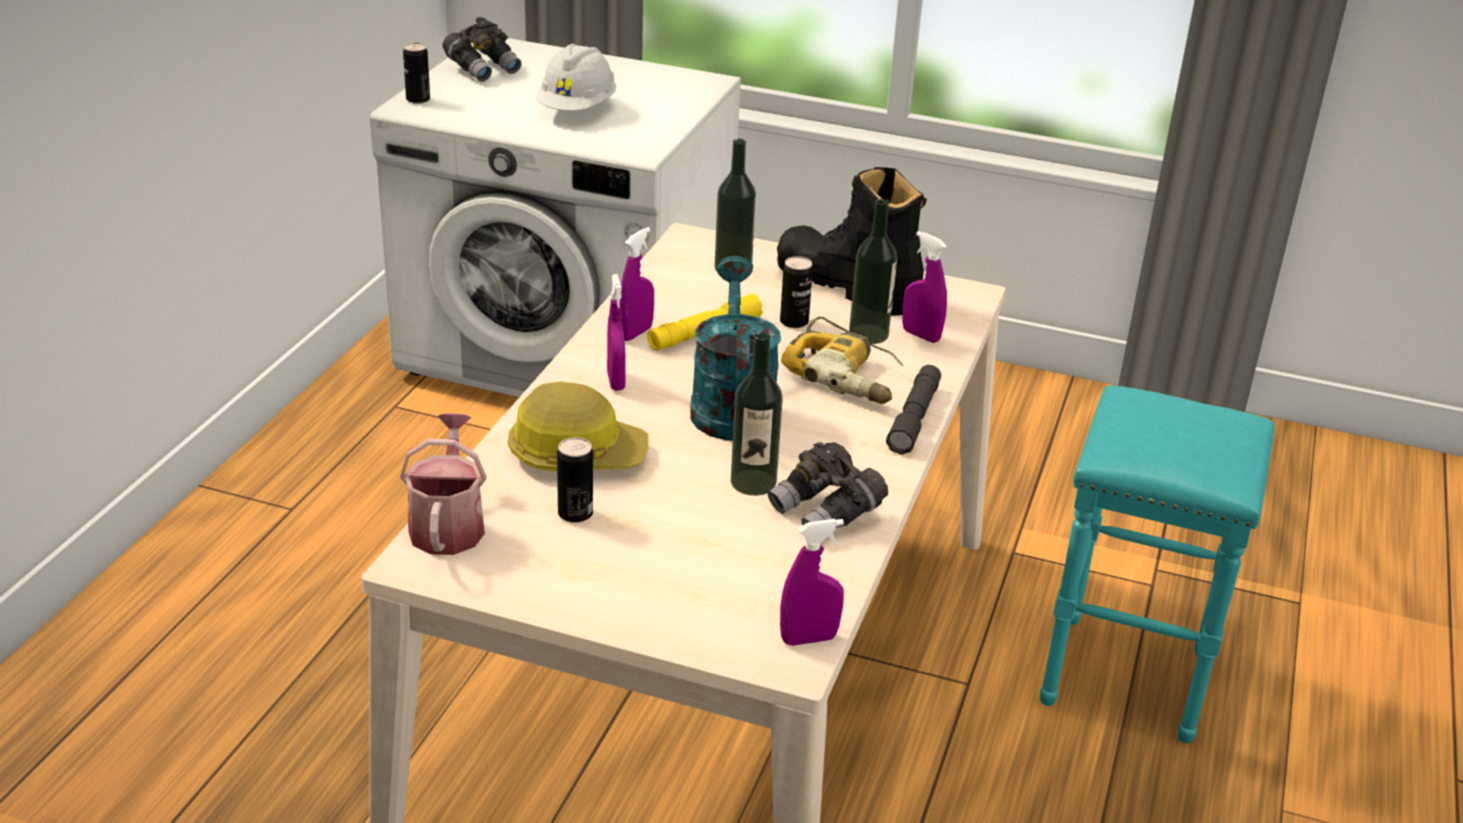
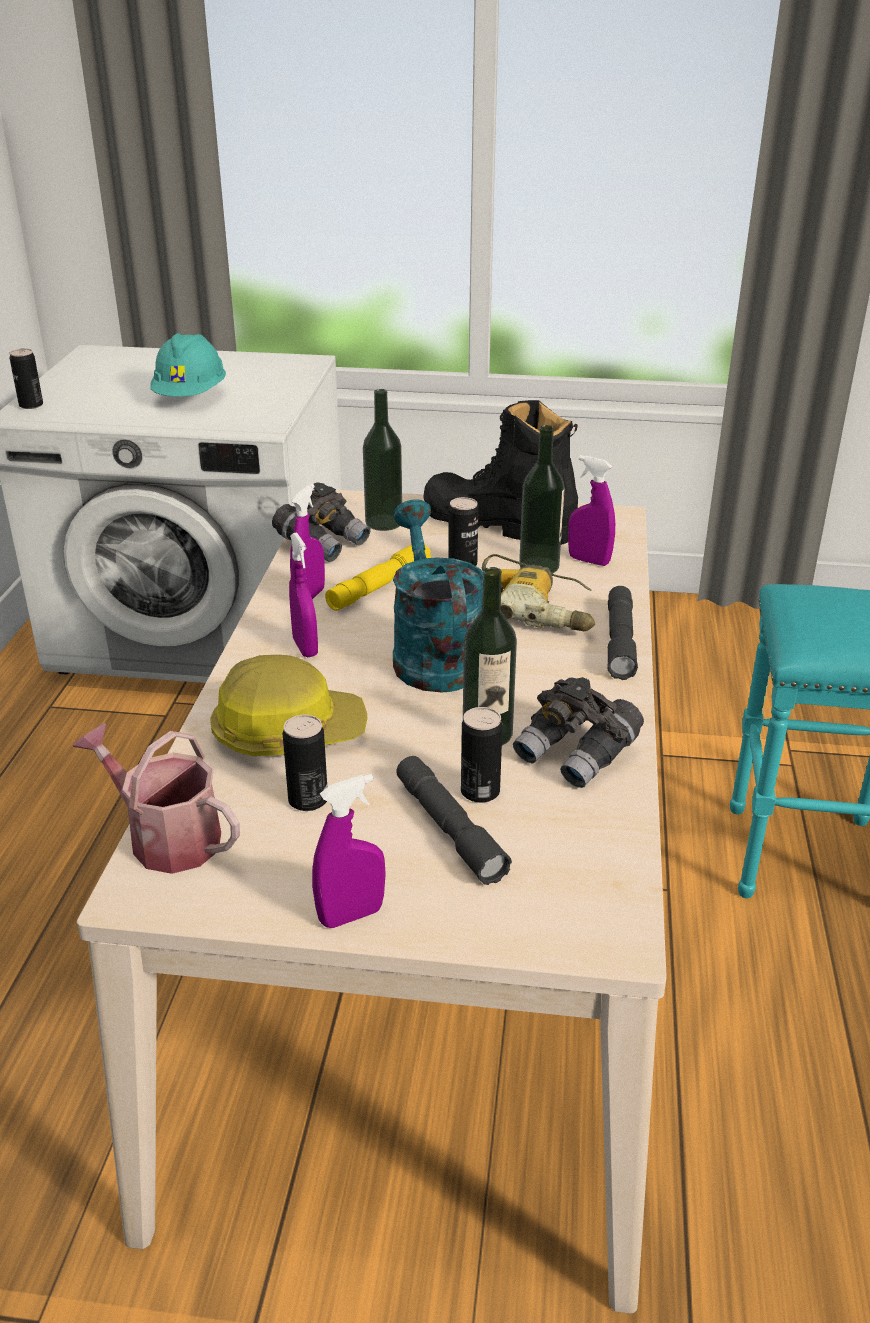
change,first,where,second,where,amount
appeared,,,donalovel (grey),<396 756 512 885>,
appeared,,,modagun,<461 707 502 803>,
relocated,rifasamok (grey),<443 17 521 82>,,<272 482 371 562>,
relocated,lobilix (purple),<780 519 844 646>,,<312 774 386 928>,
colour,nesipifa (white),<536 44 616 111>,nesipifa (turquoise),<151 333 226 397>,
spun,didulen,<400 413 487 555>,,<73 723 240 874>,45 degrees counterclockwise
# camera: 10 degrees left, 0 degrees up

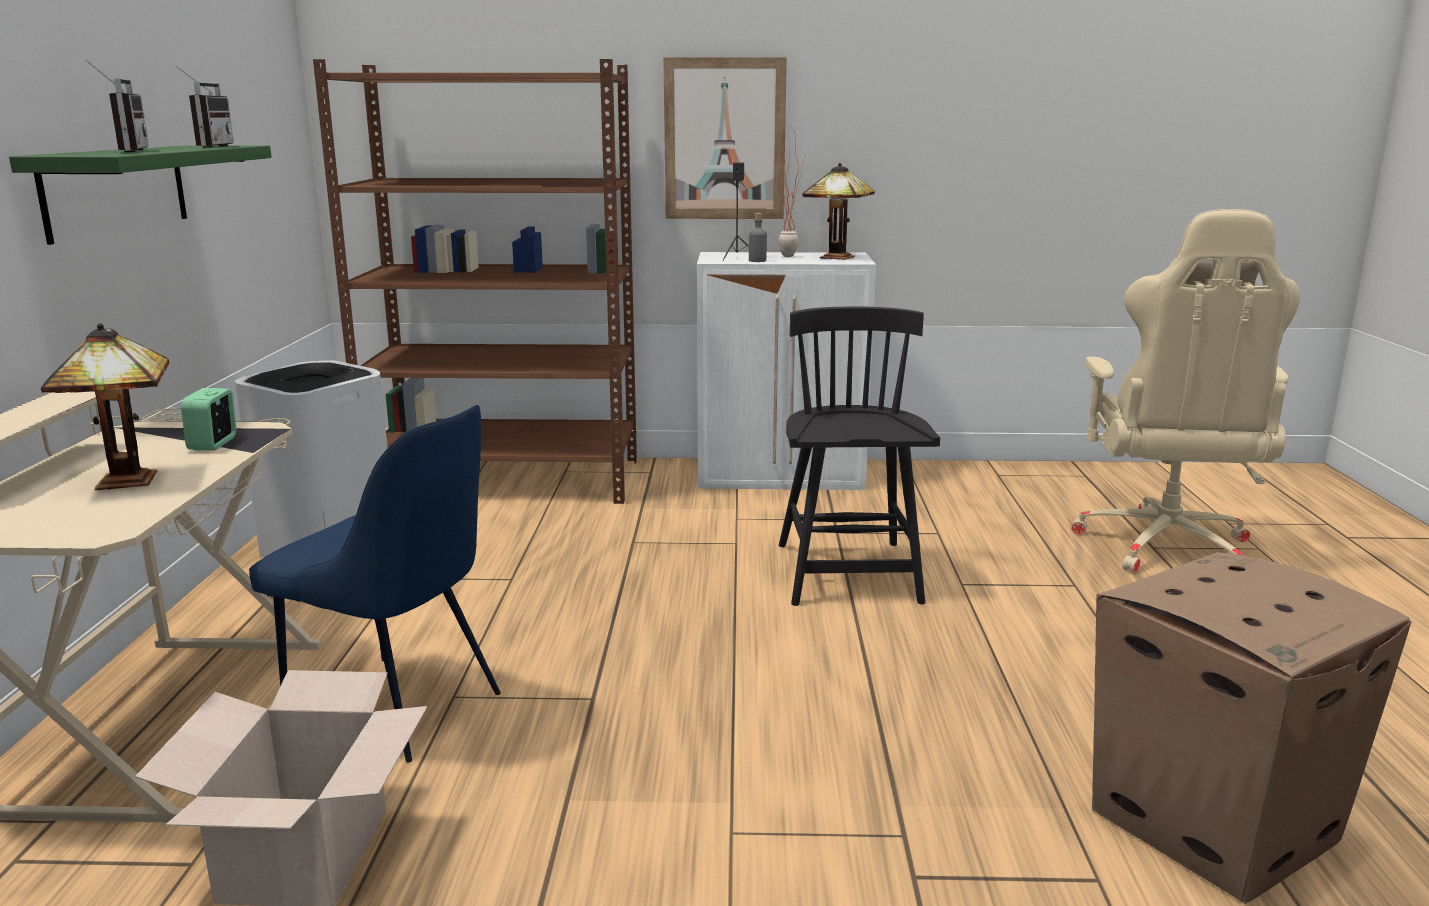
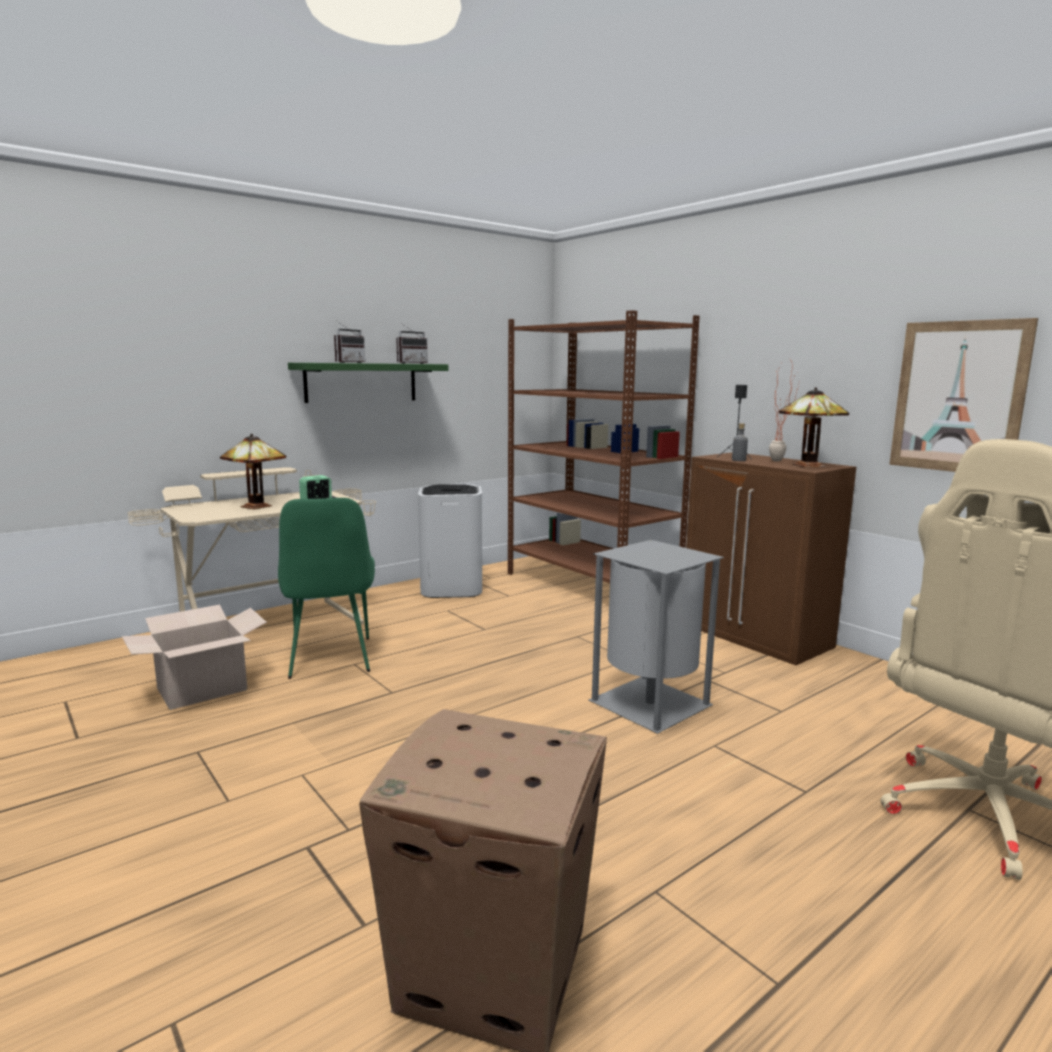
change,first,where,second,where,amount
relocated,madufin,<663 57 787 219>,,<889 318 1038 472>,
exchanged,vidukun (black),<779 307 940 606>,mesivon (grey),<588 540 724 734>,
colour,vidukun (blue),<249 405 501 762>,vidukun (green),<278 498 375 679>,
colour,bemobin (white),<697 252 876 490>,bemobin (brown),<686 453 856 665>,
# camera: 50 degrees right, 5 degrees down

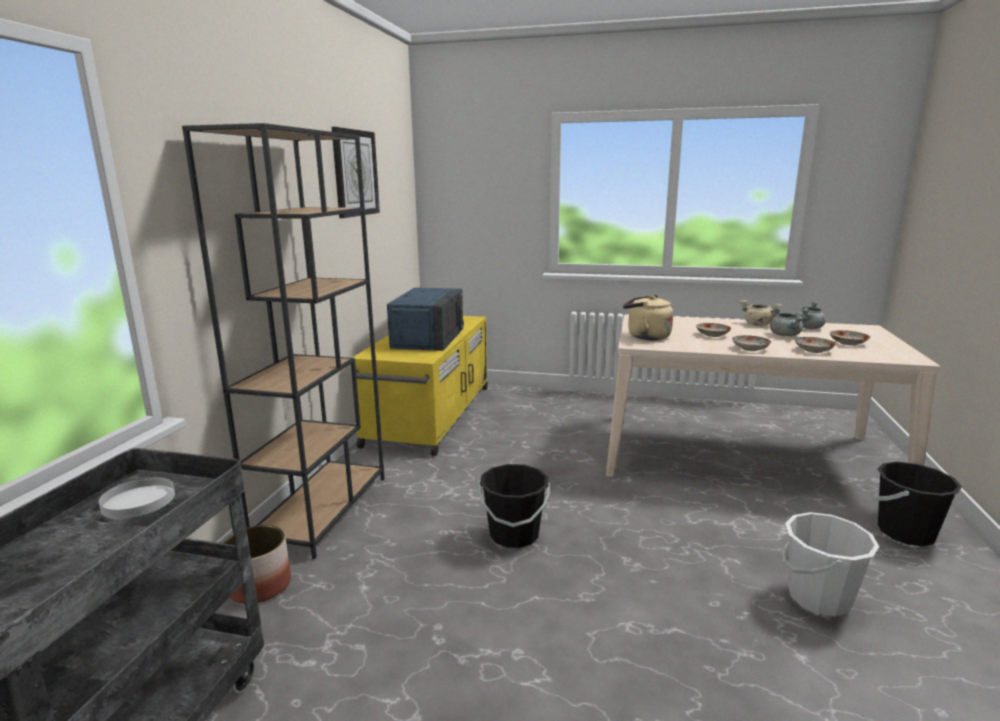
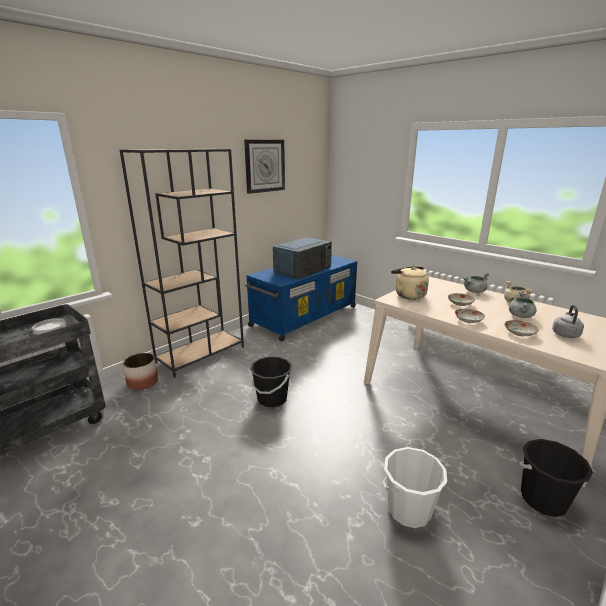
change,first,where,second,where,amount
relocated,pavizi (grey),<795 301 826 329>,,<463 273 489 293>,
exchanged,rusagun,<830 330 870 346>,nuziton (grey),<552 305 584 338>,
colour,bemobin (yellow),<352 316 488 456>,bemobin (blue),<245 255 357 342>,
# camera: 30 degrees right, 5 degrees up

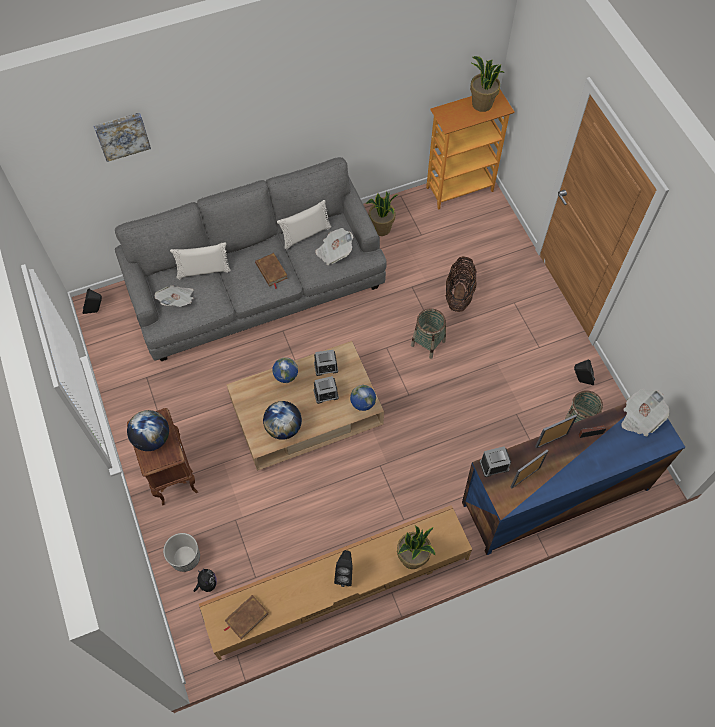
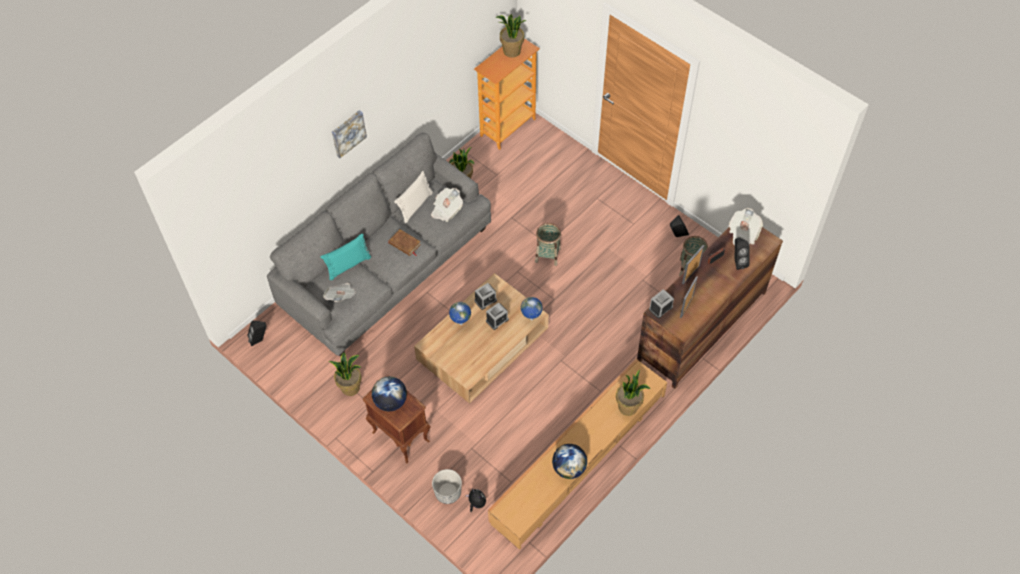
change,first,where,second,where,amount
missing,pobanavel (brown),<224 595 268 639>,,,
missing,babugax,<445 256 477 312>,,,
appeared,,,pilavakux,<329 352 362 396>,
relocated,madufin,<94 113 151 162>,,<332 110 367 158>,
relocated,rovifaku,<263 401 302 440>,,<552 444 587 479>,
relocated,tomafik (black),<334 550 352 587>,,<735 237 750 270>,
colour,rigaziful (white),<170 242 231 280>,rigaziful (turquoise),<320 234 371 280>,
colour,bemobin (blue),<462 403 685 555>,bemobin (brown),<637 227 783 389>,
# camera: 25 degrees left, 5 degrees down

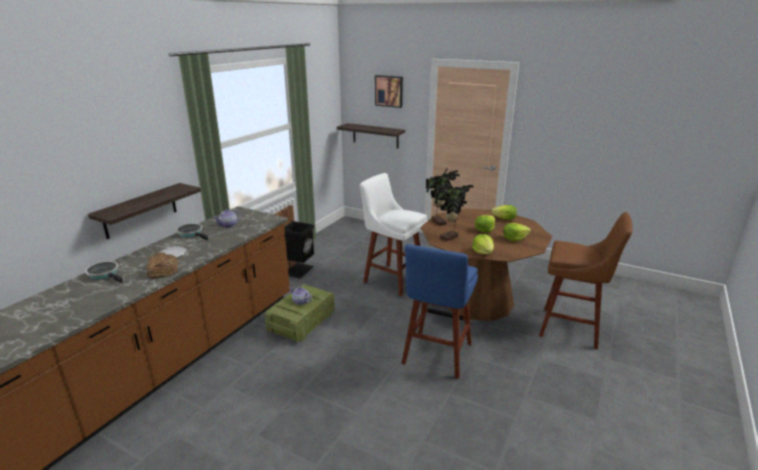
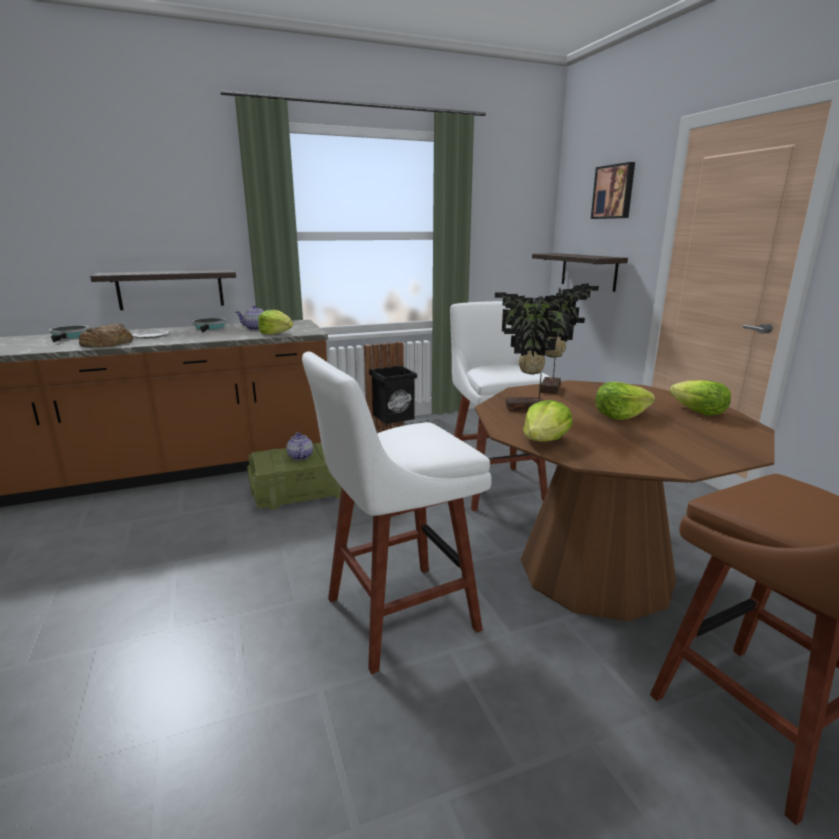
change,first,where,second,where,amount
relocated,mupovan,<503 223 531 241>,,<258 310 293 335>,
colour,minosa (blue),<401 244 478 379>,minosa (white),<302 352 492 674>,
# camera: 40 degrees right, 5 degrees down

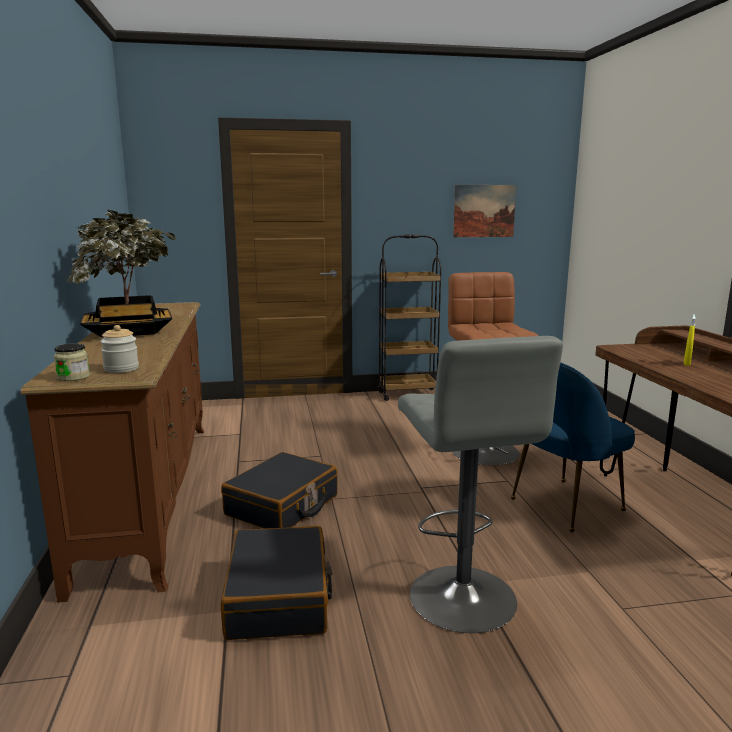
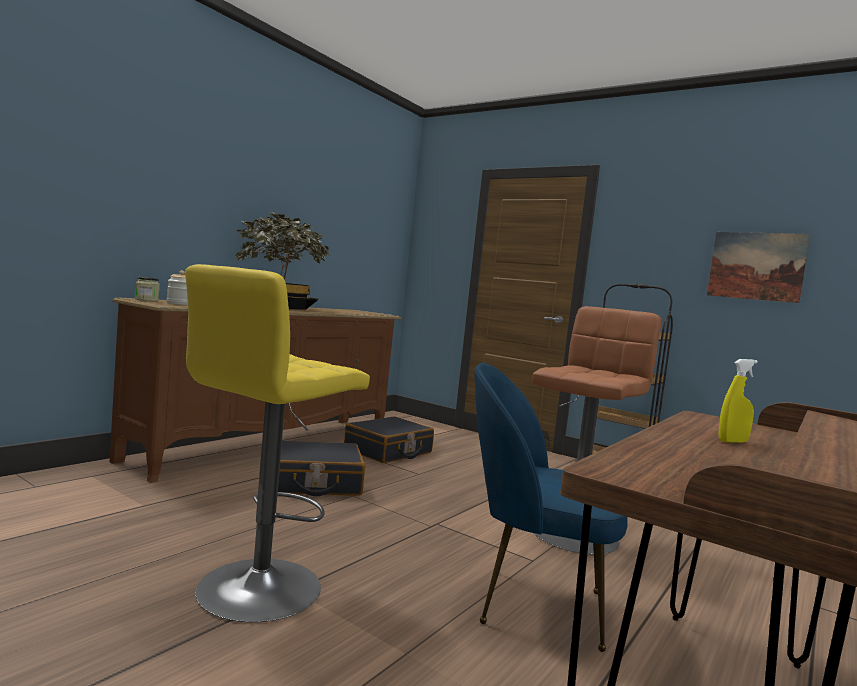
change,first,where,second,where,amount
relocated,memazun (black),<221 526 333 640>,,<344 416 434 463>,
colour,minosa (grey),<398 336 563 633>,minosa (yellow),<185 264 370 622>,
# camera: 45 degrees right, 10 degrees down

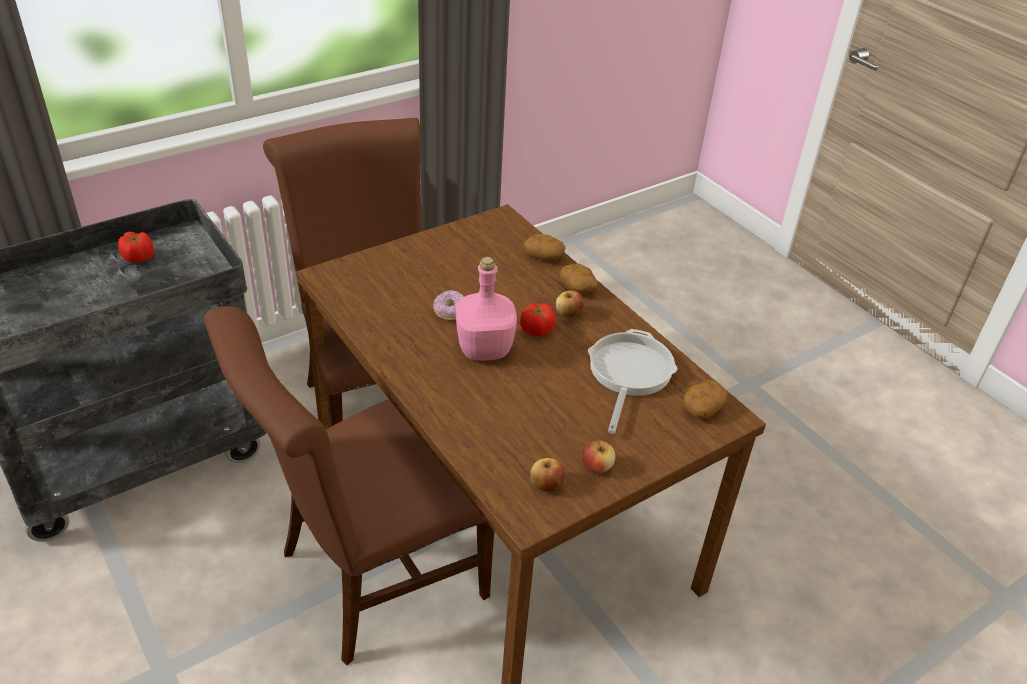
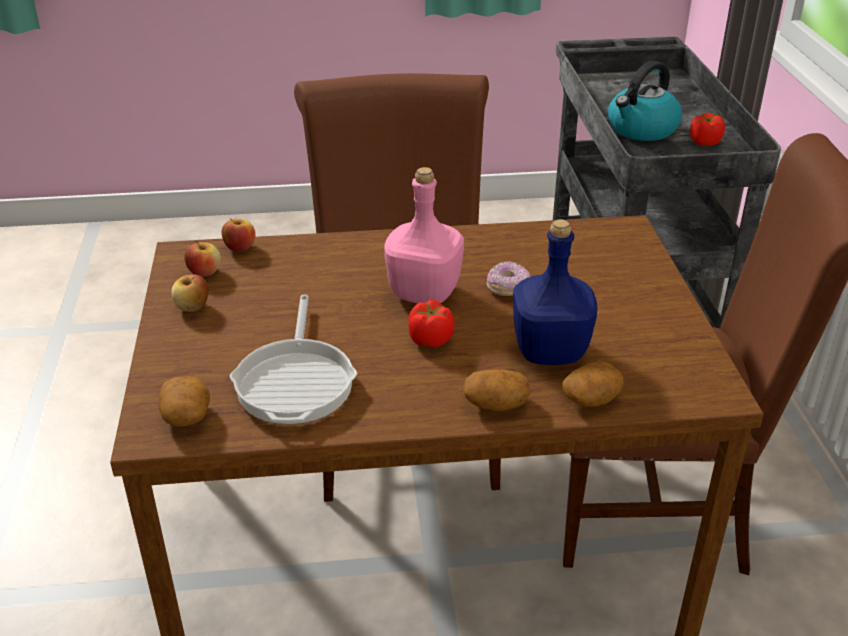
change,first,where,second,where,amount
appeared,,,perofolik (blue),<513 219 597 365>,
appeared,,,nuziton,<608 61 682 141>,
relocated,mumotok,<556 291 584 318>,,<222 219 256 252>,
spun,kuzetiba,<588 329 678 434>,,<230 295 357 424>,45 degrees clockwise
# camera: 120 degrees right, 5 degrees down

